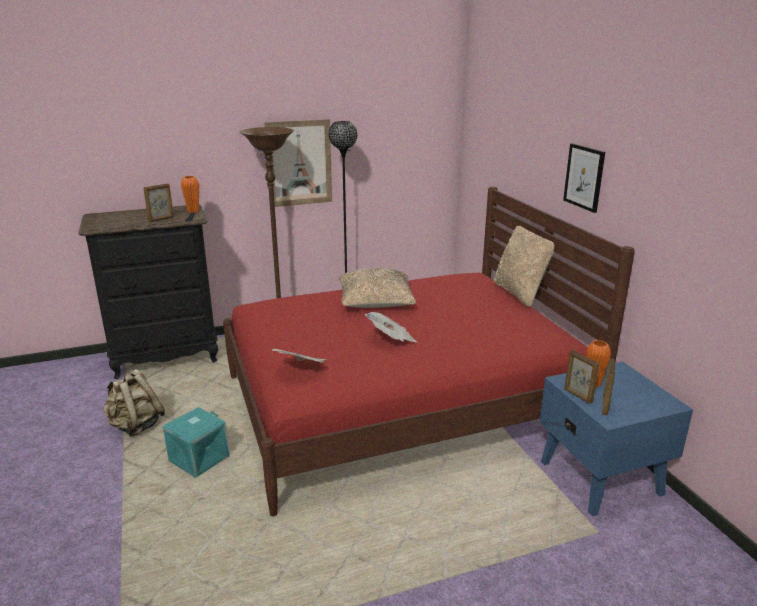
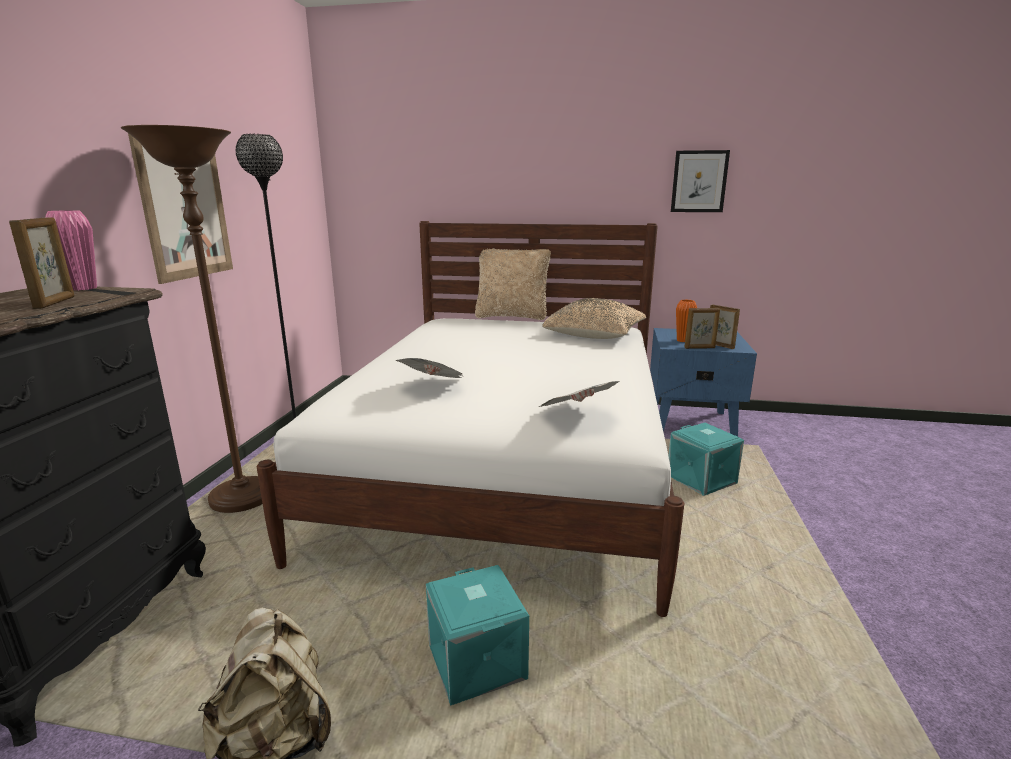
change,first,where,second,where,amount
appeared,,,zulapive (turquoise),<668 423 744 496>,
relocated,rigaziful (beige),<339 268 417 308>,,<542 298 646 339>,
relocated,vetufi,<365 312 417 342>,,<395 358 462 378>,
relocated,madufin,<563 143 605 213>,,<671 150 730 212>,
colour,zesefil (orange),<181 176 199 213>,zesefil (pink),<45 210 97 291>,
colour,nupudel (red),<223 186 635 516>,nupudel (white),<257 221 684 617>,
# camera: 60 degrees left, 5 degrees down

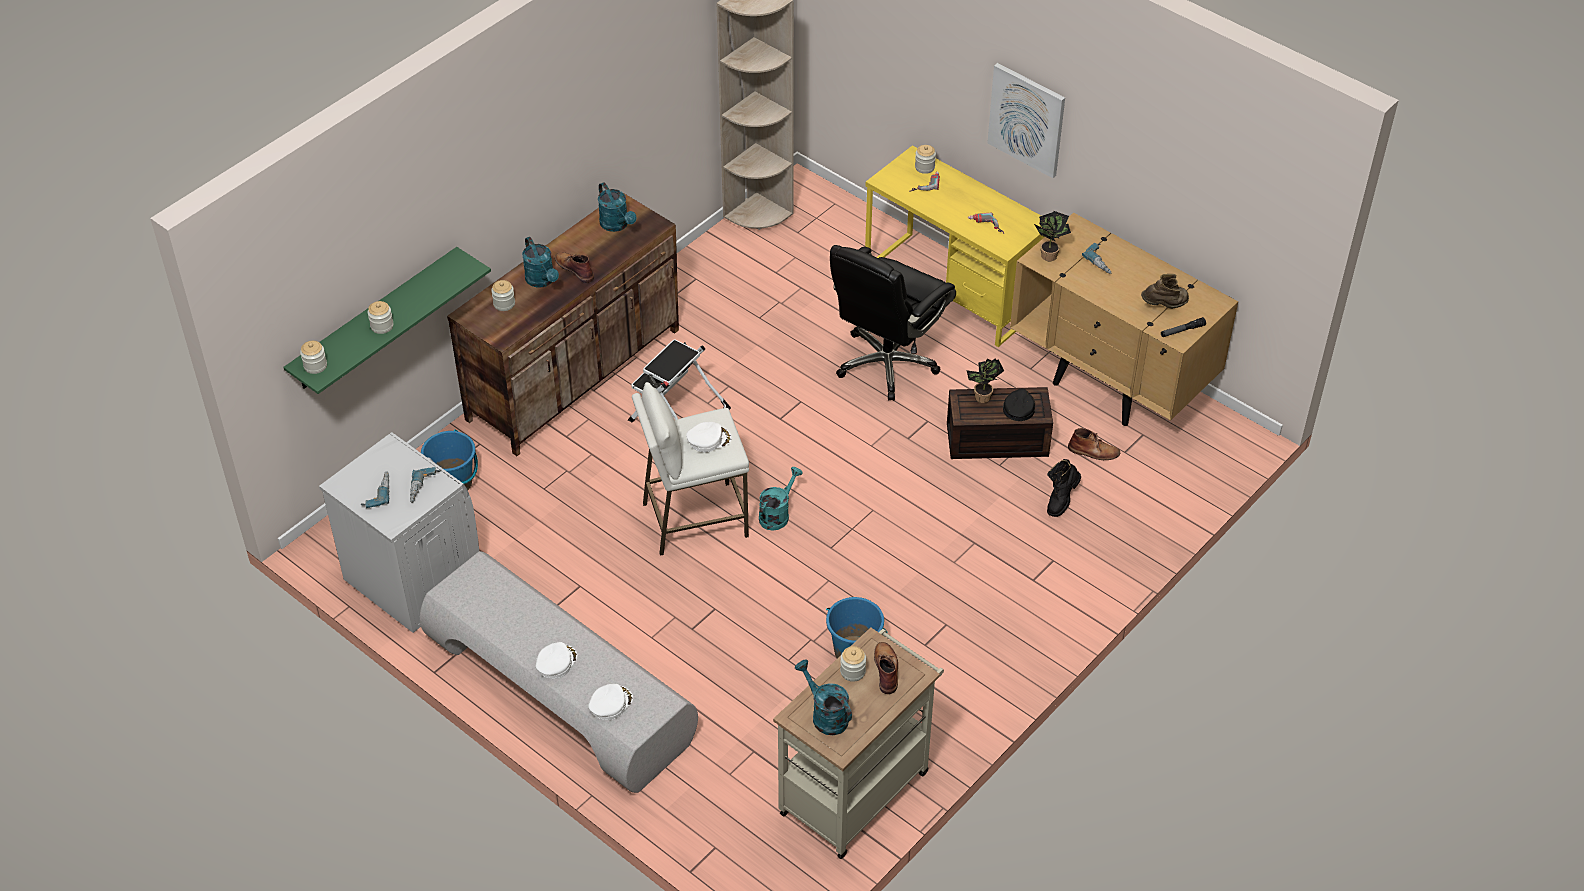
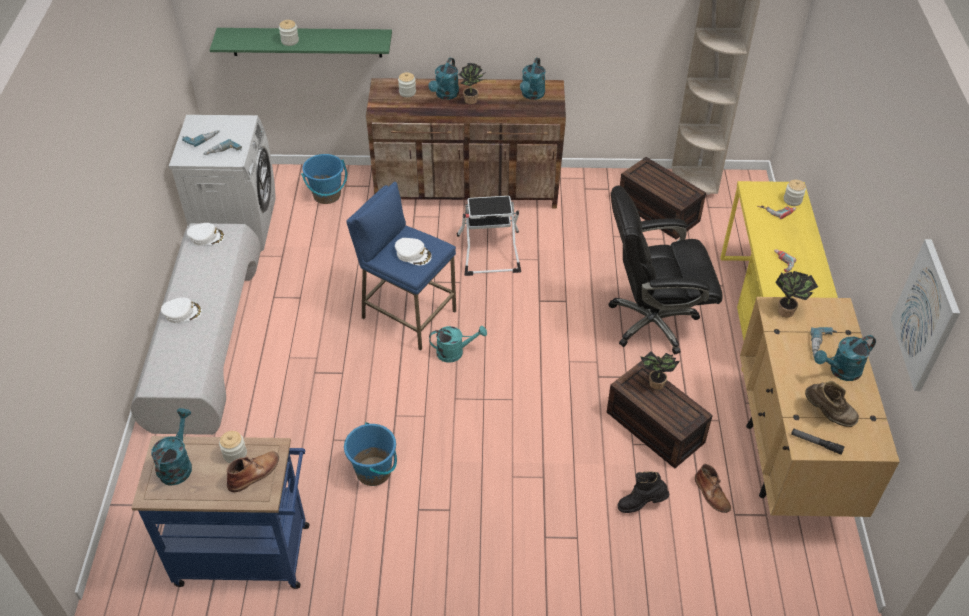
change,first,where,second,where,amount
missing,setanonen,<300 341 327 374>,,,
missing,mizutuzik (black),<1003 388 1035 421>,,,
appeared,,,zulapive (brown),<620 157 706 240>,
appeared,,,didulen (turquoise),<814 335 876 381>,
relocated,mizutuzik (white),<588 684 633 720>,,<187 223 225 246>,
relocated,madufin,<987 63 1065 178>,,<891 239 960 391>,
exchanged,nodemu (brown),<555 252 594 283>,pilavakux,<459 63 485 104>,
colour,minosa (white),<632 382 749 556>,minosa (blue),<346 182 456 350>,
colour,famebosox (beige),<773 627 944 859>,famebosox (blue),<131 436 310 589>,
# camera: 50 degrees right, 0 degrees up

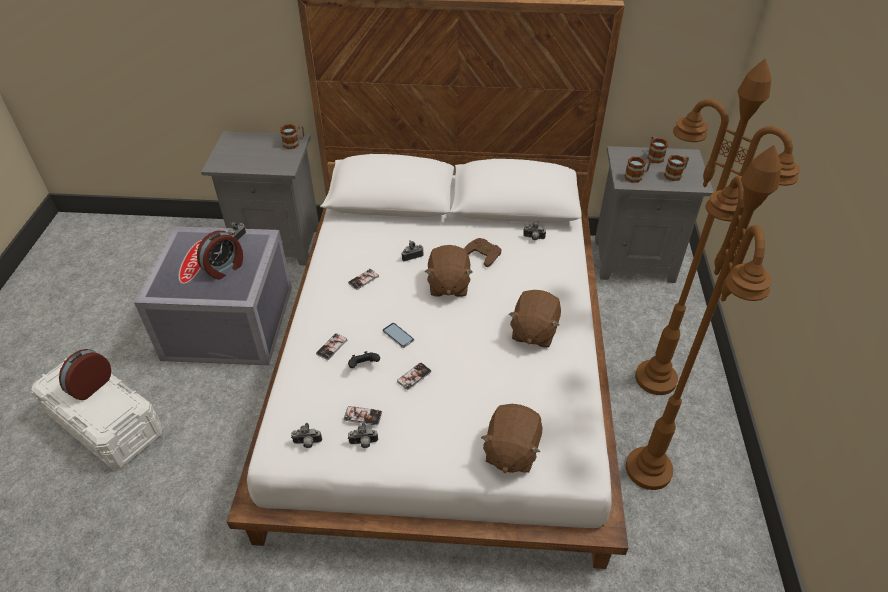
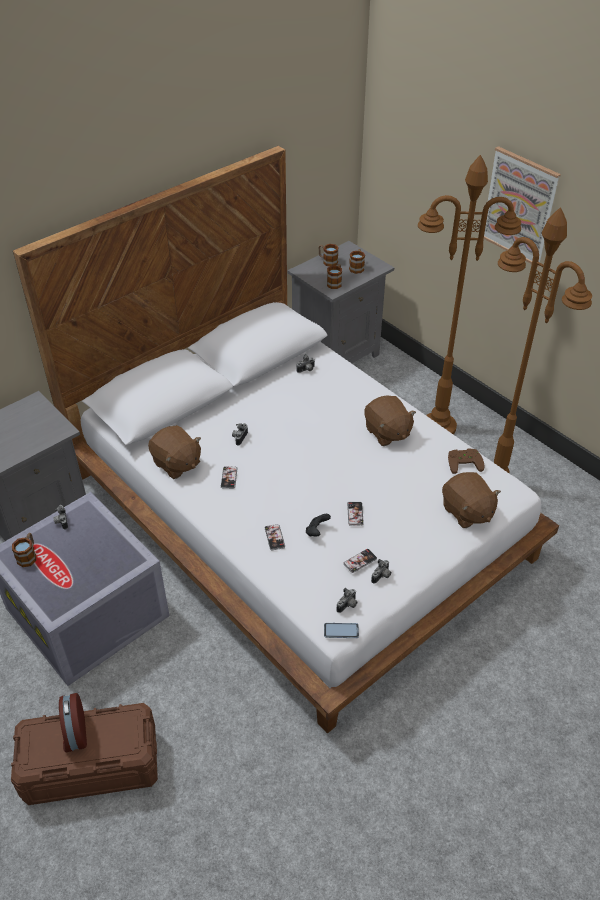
change,first,where,second,where,amount
missing,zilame,<197 231 243 280>,,,
appeared,,,madufin,<484 146 561 267>,
relocated,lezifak,<280 124 304 149>,,<12 533 36 567>,
relocated,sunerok,<383 323 414 348>,,<324 623 359 638>,
relocated,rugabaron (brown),<425 245 473 297>,,<148 425 201 479>,
relocated,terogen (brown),<464 238 502 267>,,<448 449 484 474>,
colour,zulapive (white),<31 358 162 470>,zulapive (brown),<11 703 158 805>,
# camera: 45 degrees left, 0 degrees up

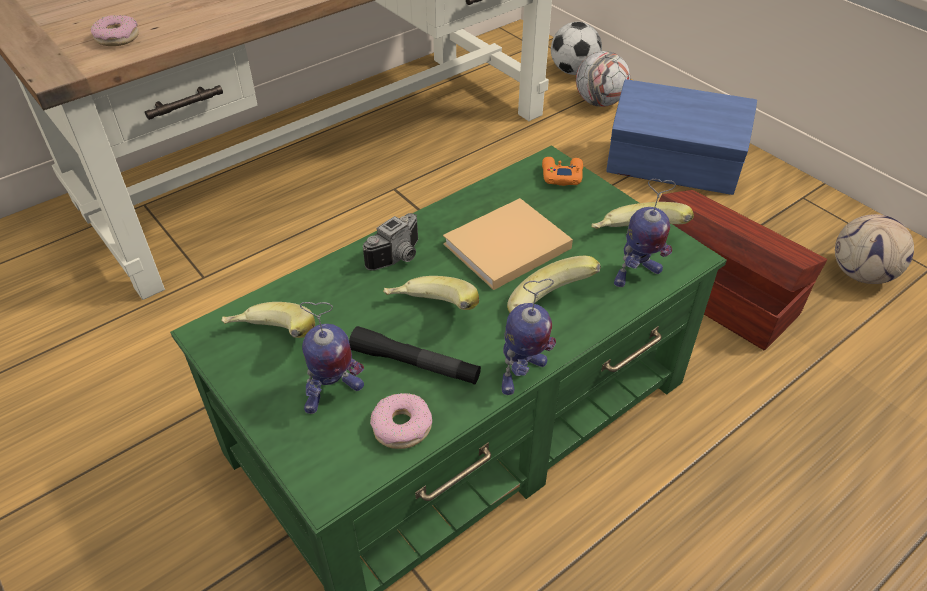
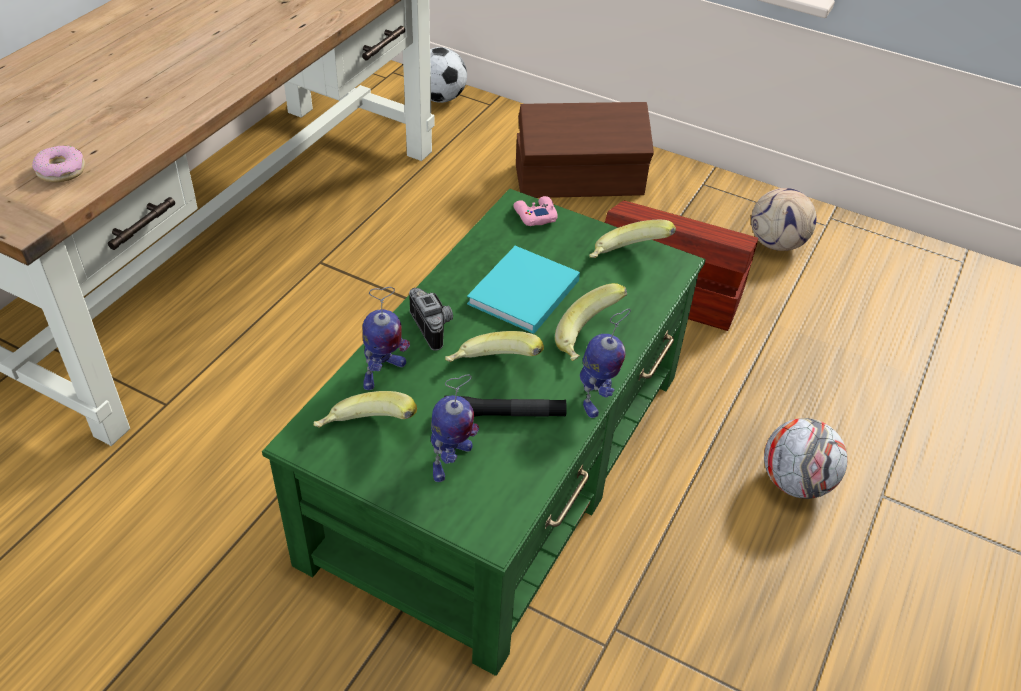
change,first,where,second,where,amount
missing,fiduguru,<370 393 432 449>,,,
relocated,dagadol,<576 51 630 107>,,<764 418 848 499>,
relocated,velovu,<614 179 676 287>,,<363 287 410 390>,
colour,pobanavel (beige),<443 198 573 290>,pobanavel (turquoise),<467 246 580 334>,
colour,terogen (orange),<542 157 583 186>,terogen (pink),<513 196 558 226>,
colour,zulapive (blue),<606 79 757 195>,zulapive (brown),<516 102 654 198>,
spun,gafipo,<363 213 418 271>,,<409 288 453 351>,45 degrees counterclockwise
# camera: 25 degrees left, 0 degrees up

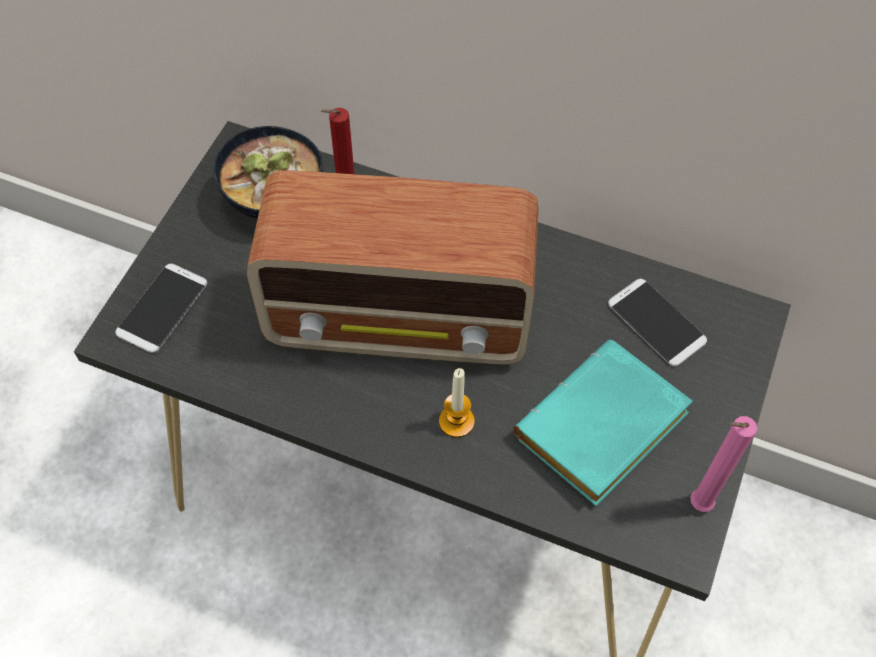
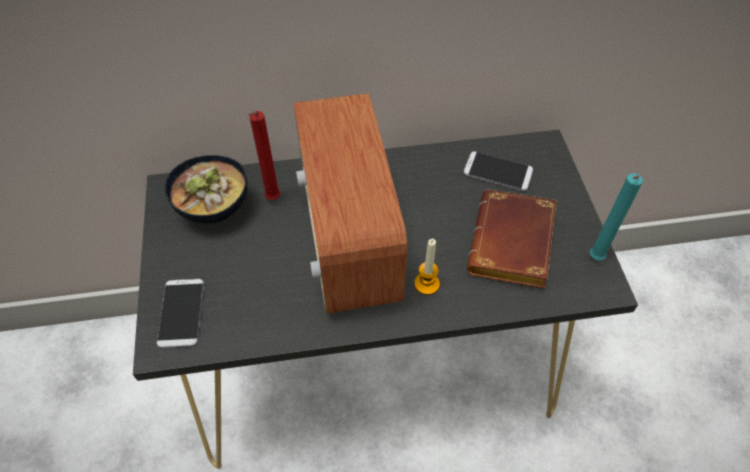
change,first,where,second,where,amount
colour,pobanavel (turquoise),<514 340 693 506>,pobanavel (brown),<467 190 557 289>,
colour,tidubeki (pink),<690 416 757 512>,tidubeki (turquoise),<590 173 643 260>,
spun,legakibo,<247 170 539 365>,,<294 93 407 314>,105 degrees clockwise
# camera: 30 degrees left, 5 degrees down

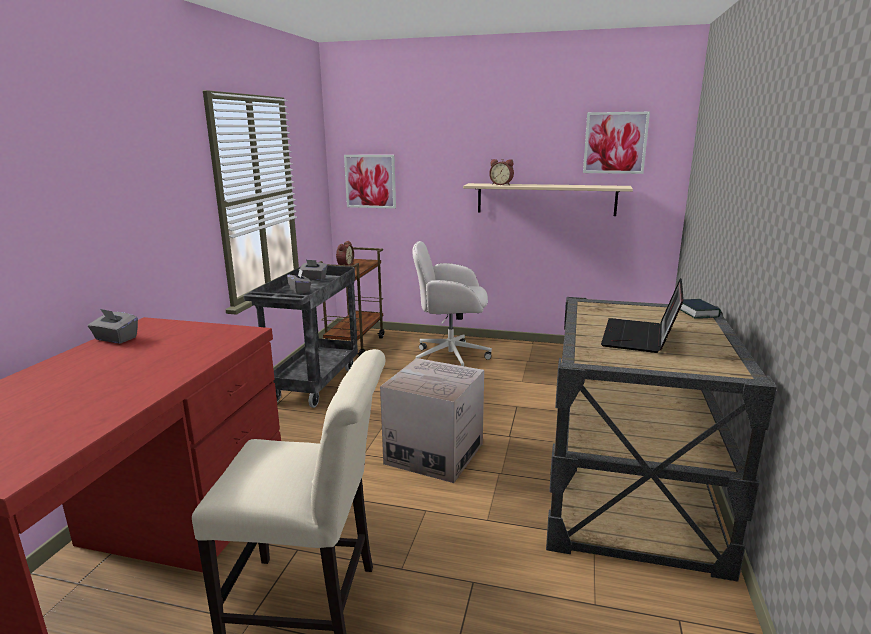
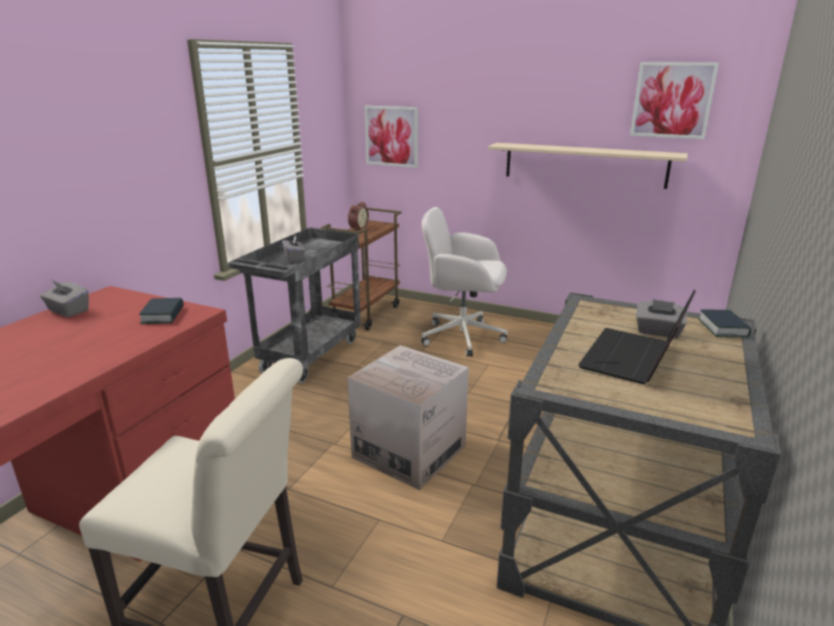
change,first,where,second,where,amount
missing,zilame,<489 159 514 185>,,,
appeared,,,pobanavel,<139 298 184 324>,
relocated,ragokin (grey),<298 260 327 280>,,<636 299 687 338>,
# camera: 10 degrees right, 5 degrees up

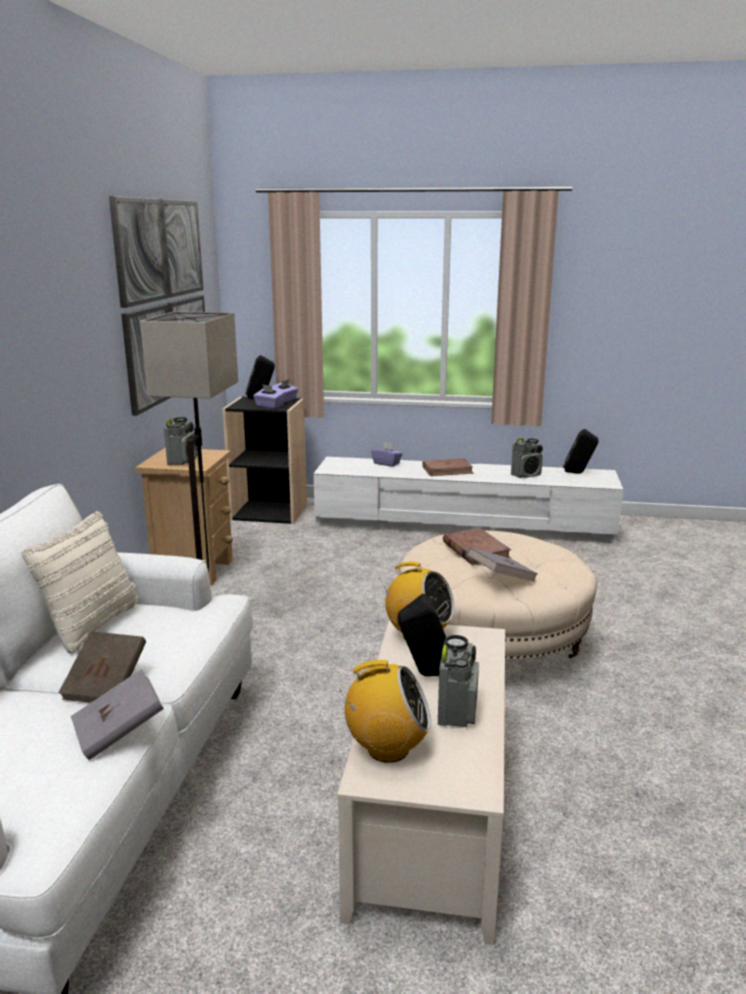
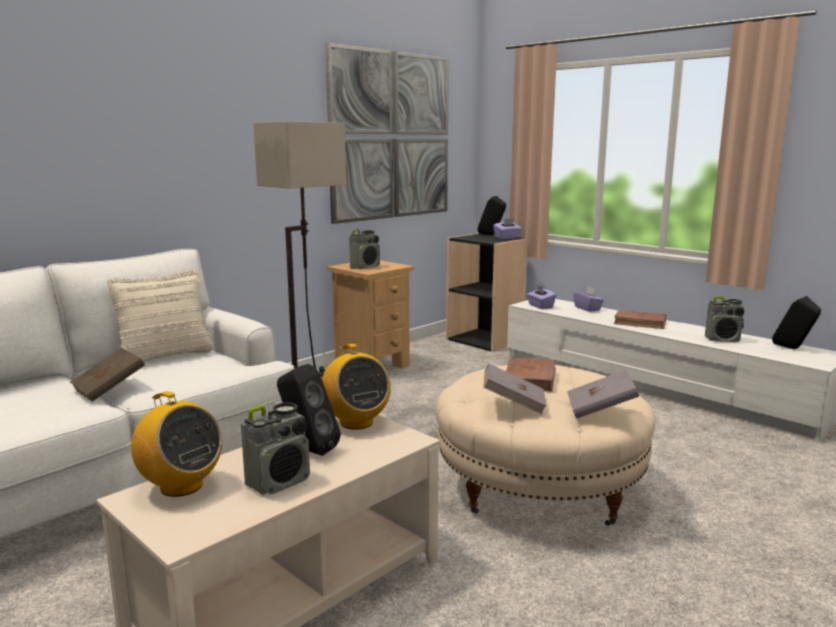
change,first,where,second,where,amount
relocated,pobanavel (grey),<71 669 164 760>,,<567 370 639 419>,
relocated,ragokin (purple),<253 384 286 409>,,<527 285 556 309>,
# camera: 35 degrees right, 5 degrees down

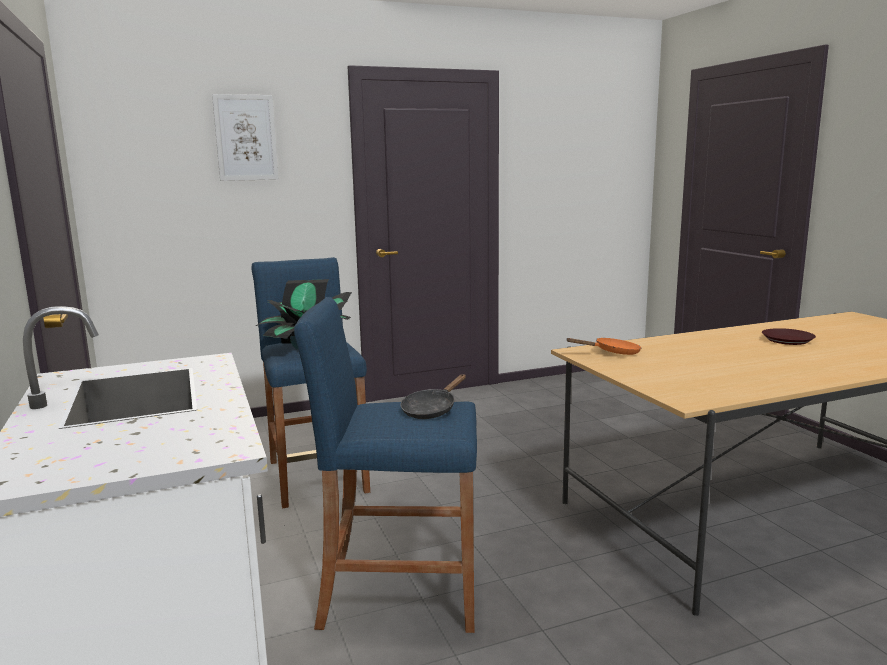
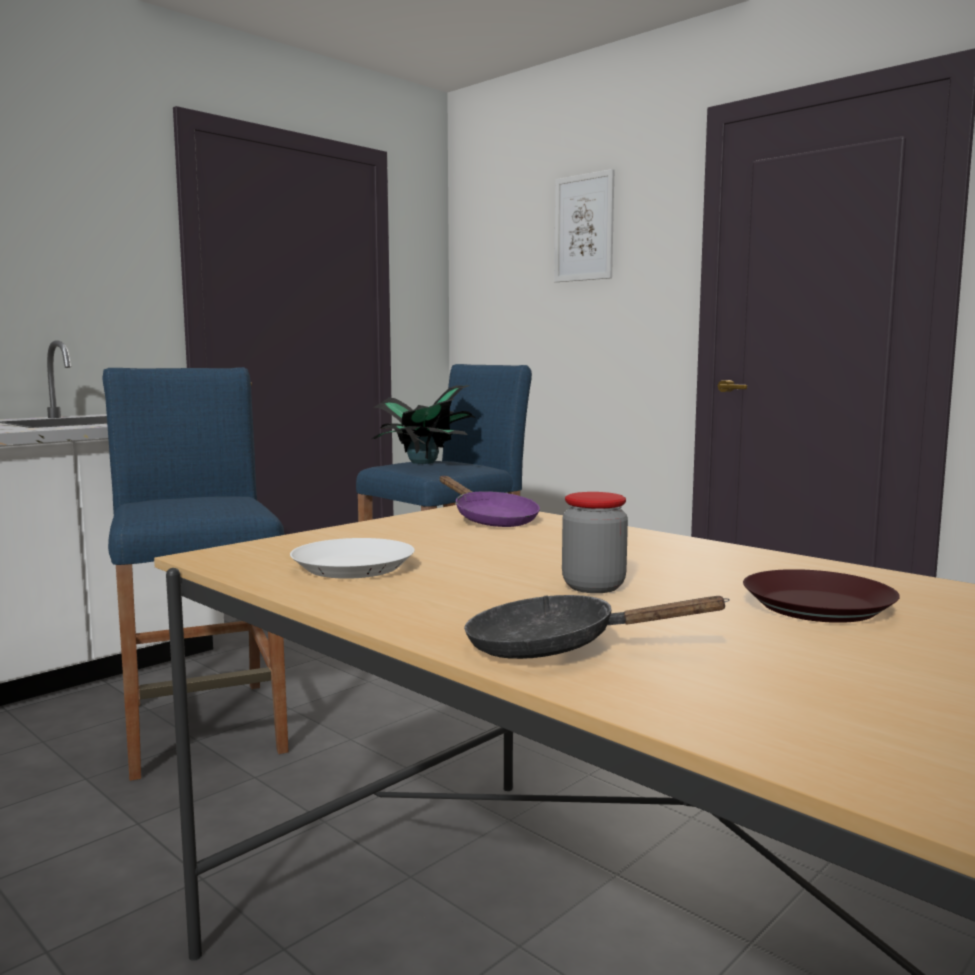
change,first,where,second,where,amount
appeared,,,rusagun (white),<290 538 415 579>,
appeared,,,setanonen,<562 492 628 593>,
relocated,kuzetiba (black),<400 374 466 419>,,<464 595 730 659>,
colour,kuzetiba (orange),<567 338 642 355>,kuzetiba (purple),<440 476 540 527>,
# camera: 65 degrees right, 5 degrees down

